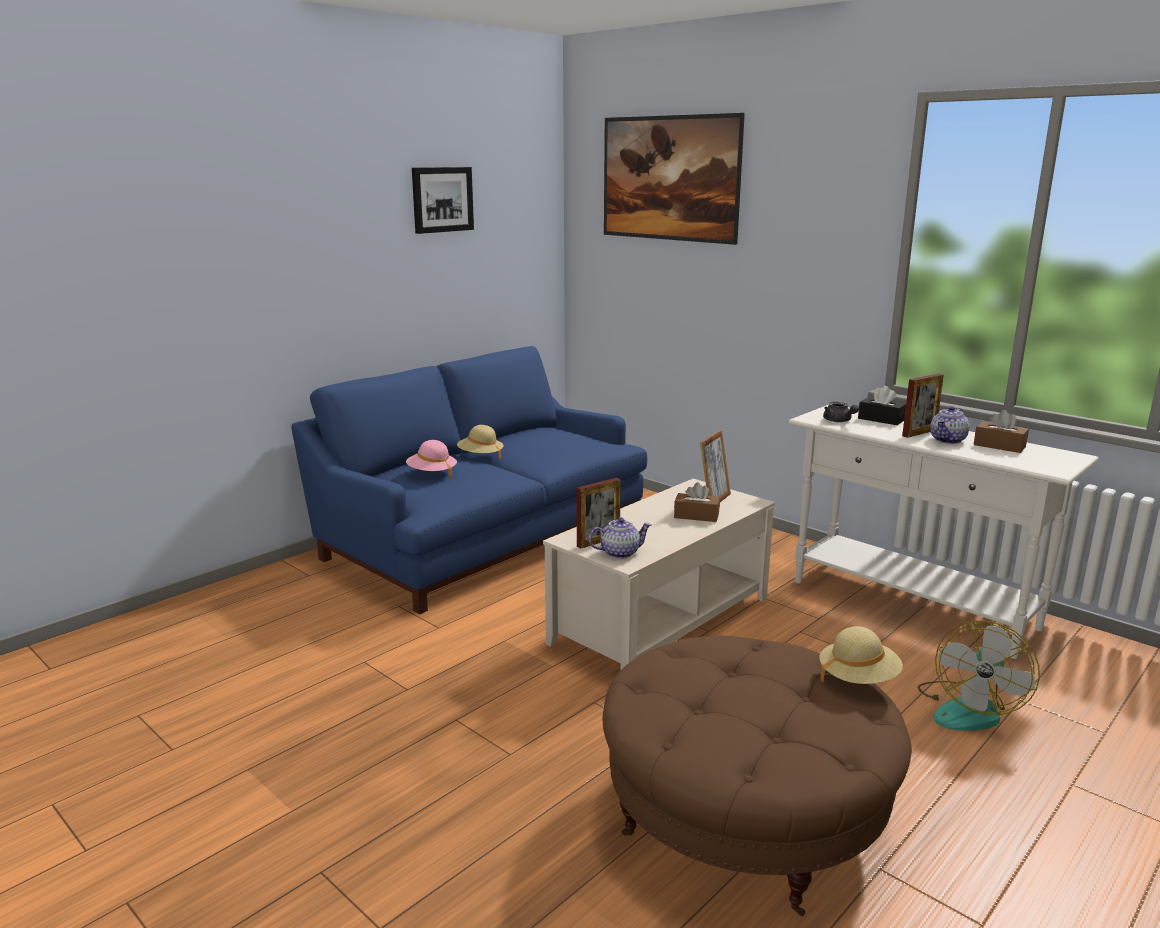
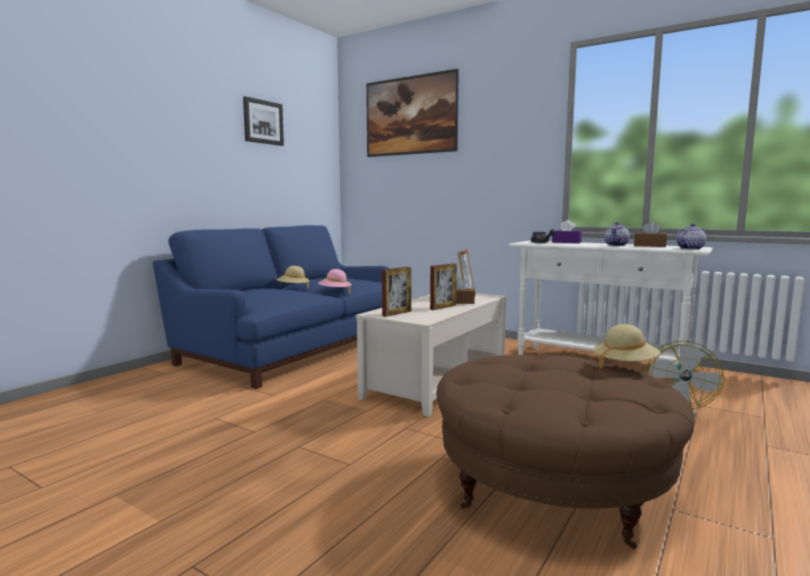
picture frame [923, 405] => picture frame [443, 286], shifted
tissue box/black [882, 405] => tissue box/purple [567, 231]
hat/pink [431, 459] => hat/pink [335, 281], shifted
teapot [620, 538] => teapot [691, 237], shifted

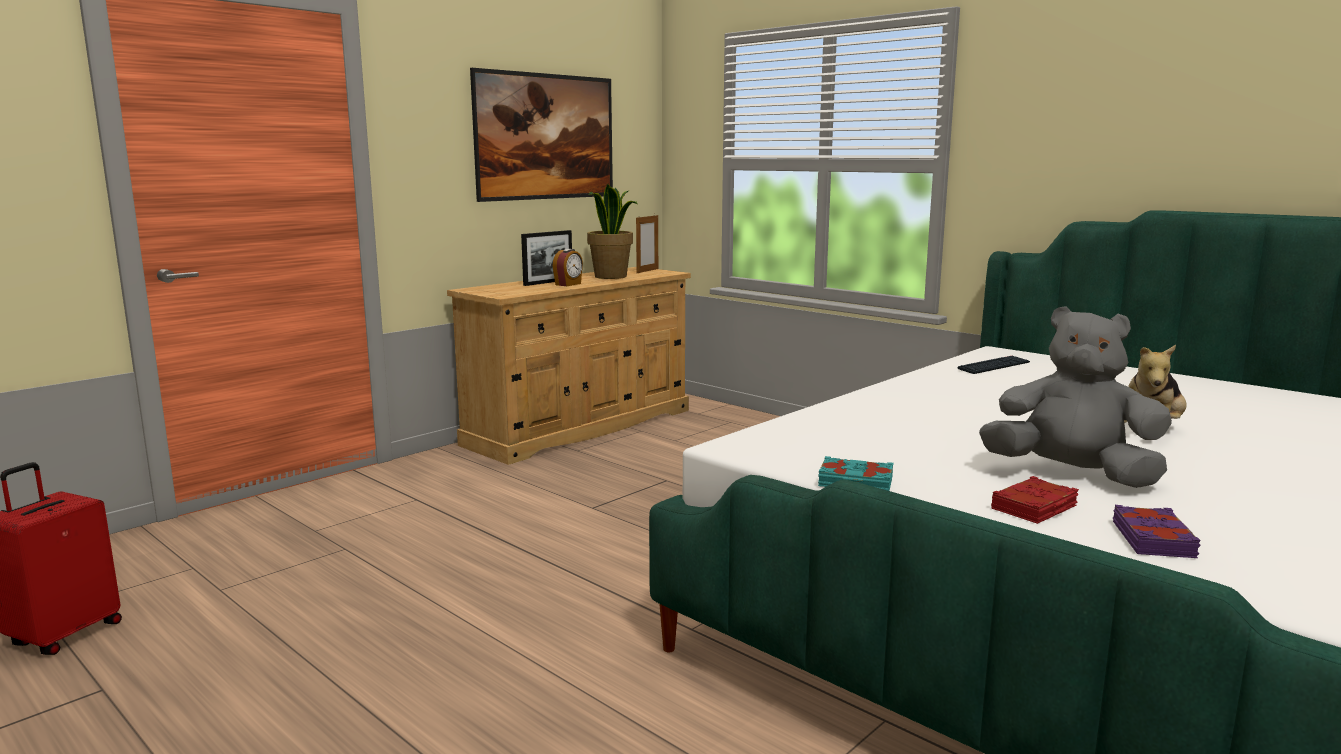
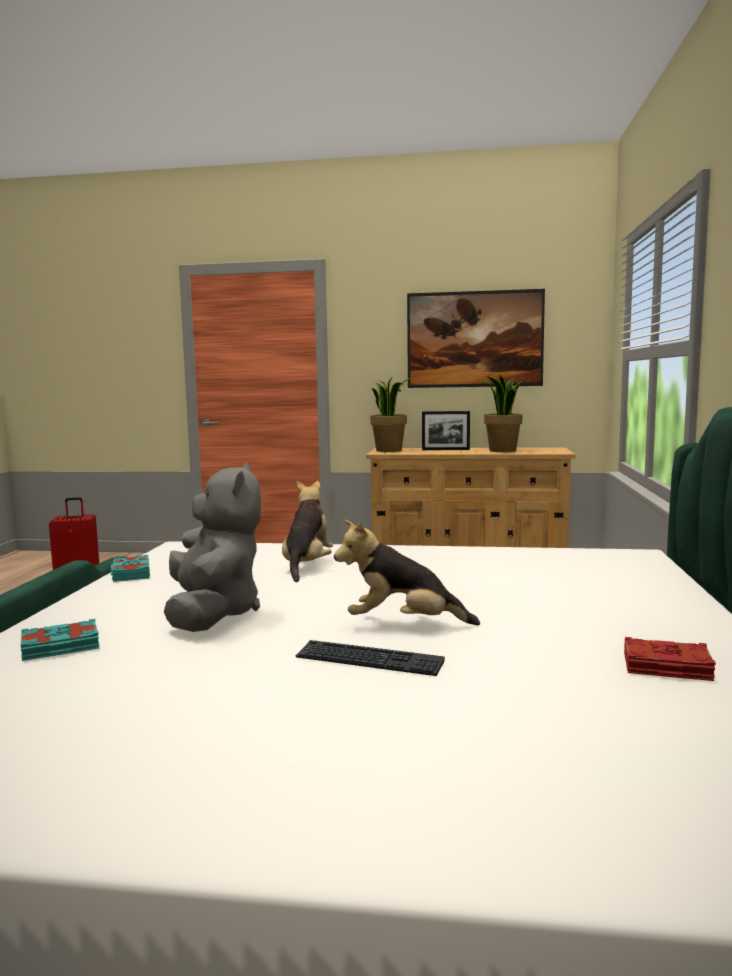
picture frame [647, 244] => nothing
alarm clock [568, 267] => nothing
keyboard [994, 365] => keyboard [370, 658], shifted
book/red [1035, 500] => book/red [670, 659], shifted
book/purple [1156, 531] => book/turquoise [59, 640]
nothing => potted plant [390, 414]
nothing => plush toy [307, 531]

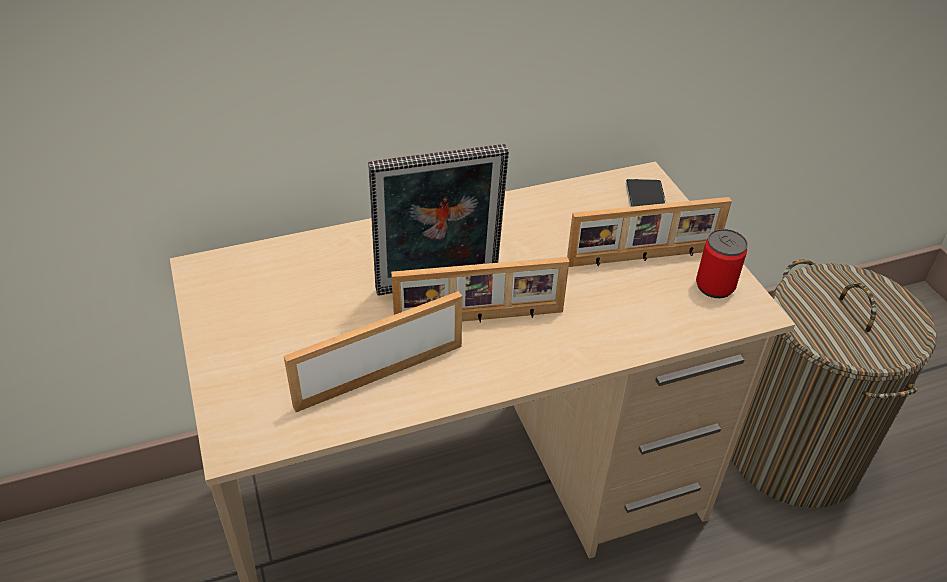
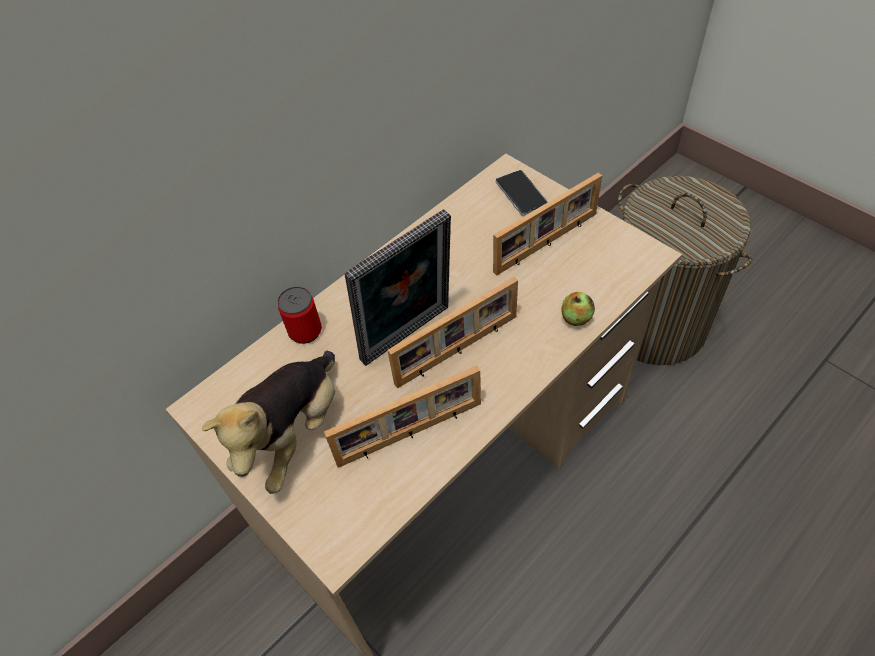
can [722, 263] => can [299, 315], shifted
picture frame [373, 351] => picture frame [402, 417], 150 degrees counterclockwise
nothing => apple [578, 309]
nothing => plush toy [268, 422]

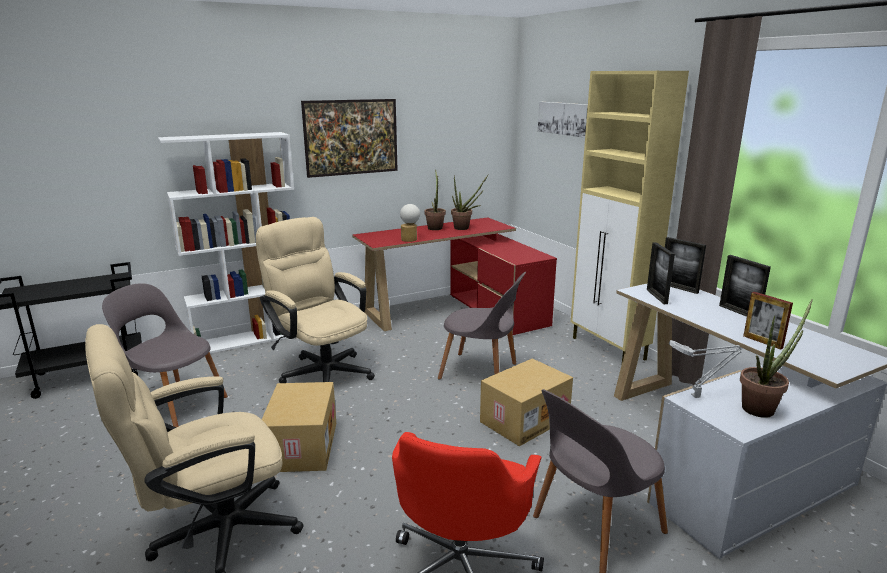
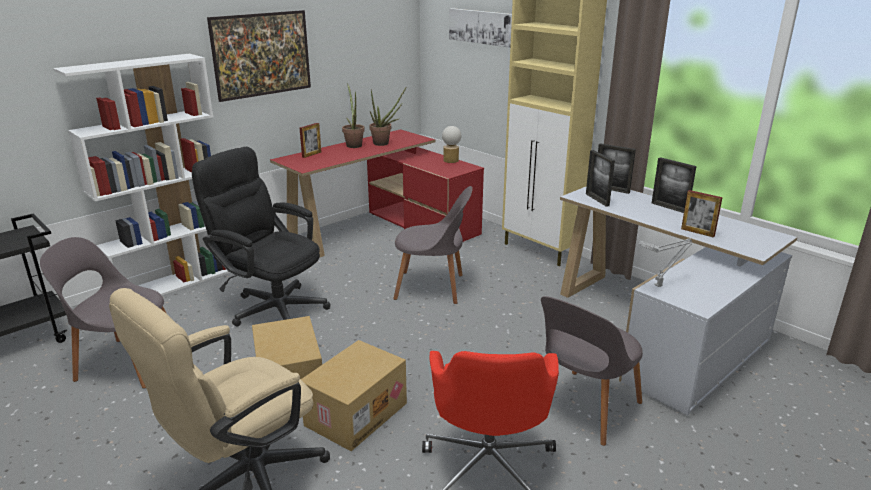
table lamp [410, 223] => table lamp [451, 144], shifted
office chair/beige [315, 300] => office chair/black [261, 237]
potted plant [776, 358] => nothing
cardboard box [526, 402] => cardboard box [354, 395], shifted
nothing => picture frame [310, 140]

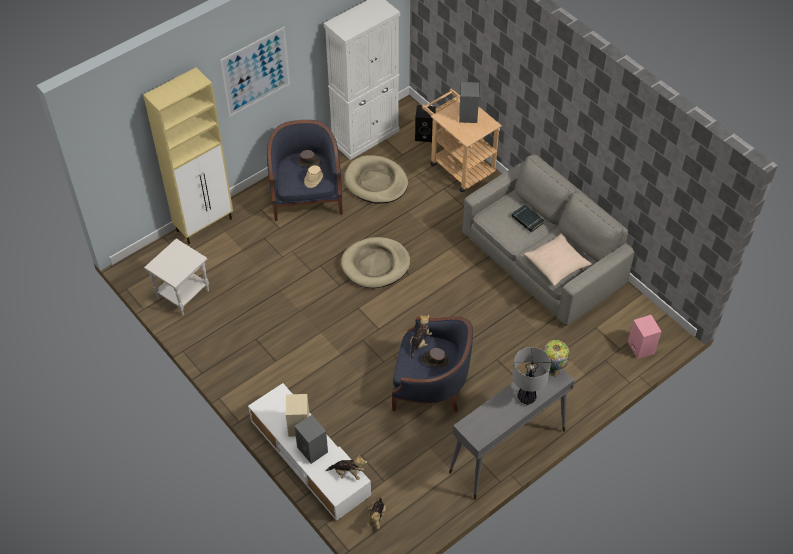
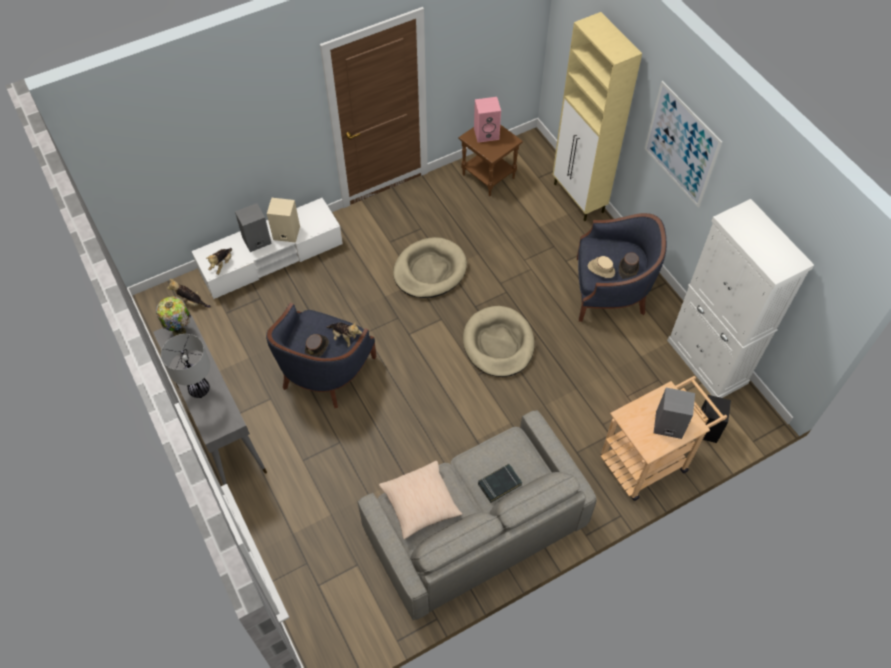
dog bed/beige [376, 179] => dog bed/beige [430, 267], shifted
side table/white [176, 277] => side table/brown [491, 160]
speaker/pink [645, 337] => speaker/pink [487, 120], shifted
table lamp [556, 358] => table lamp [173, 316], shifted

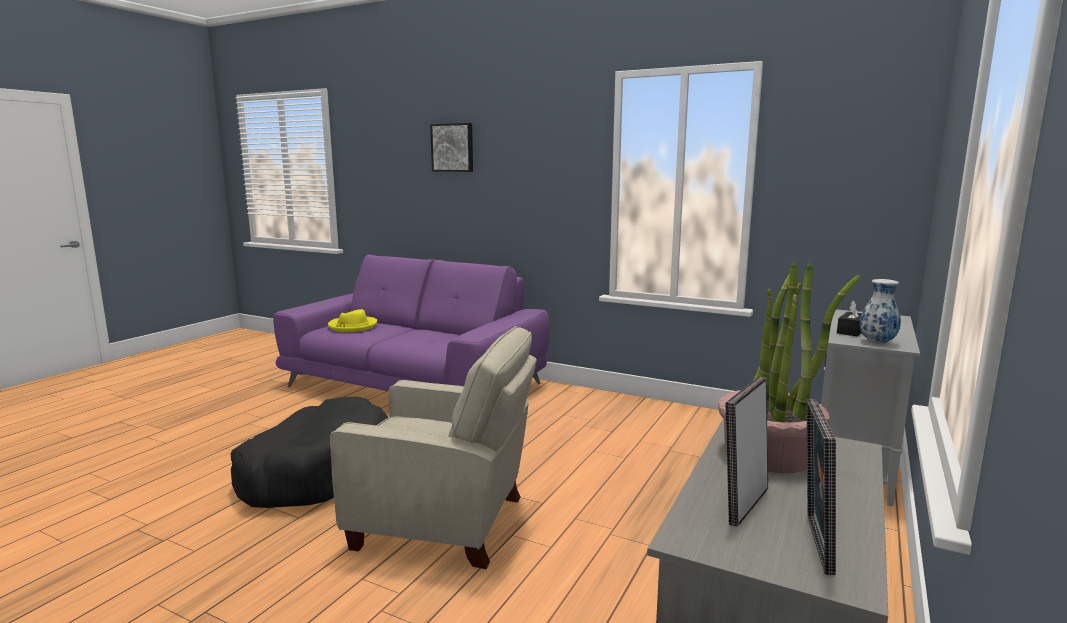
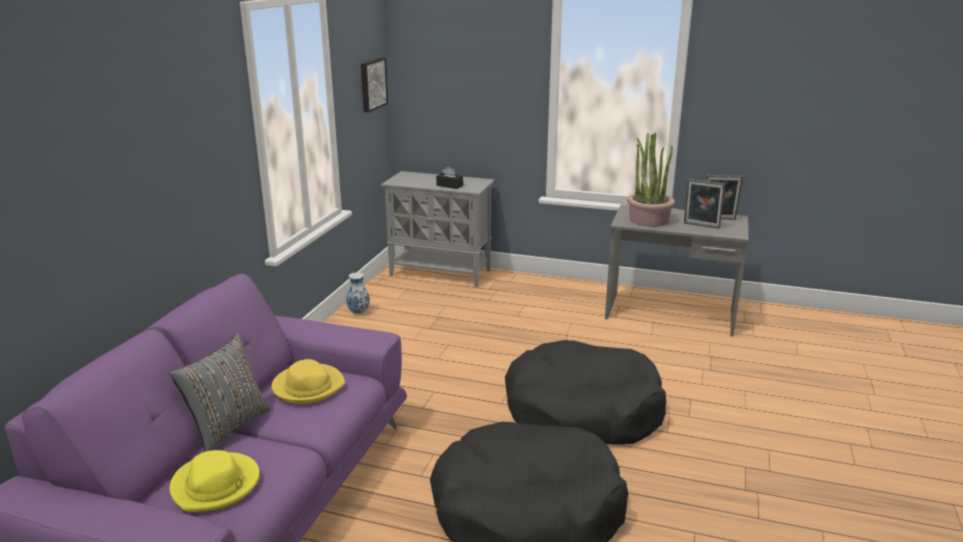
picture [451, 147] => picture [374, 85], shifted
vase [880, 311] => vase [358, 293], shifted
armchair/beige [433, 447] => dog bed/black [585, 392]
nothing => pillow/grey [220, 392]
nothing => hat/yellow [308, 381]

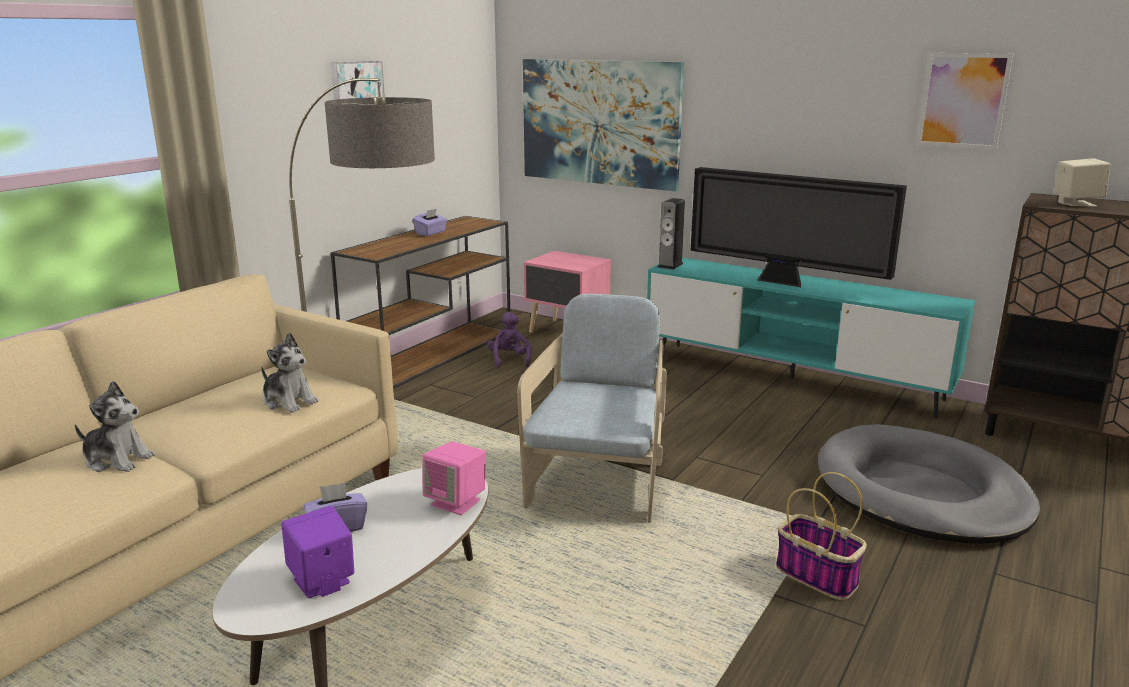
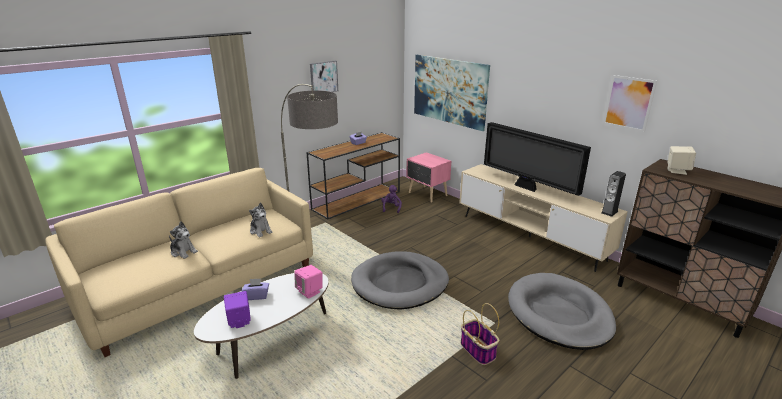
speaker [671, 234] => speaker [613, 194], shifted
tv stand/turquoise [811, 338] => tv stand/beige [543, 218]
armchair/beige [592, 408] => dog bed/grey [400, 280]

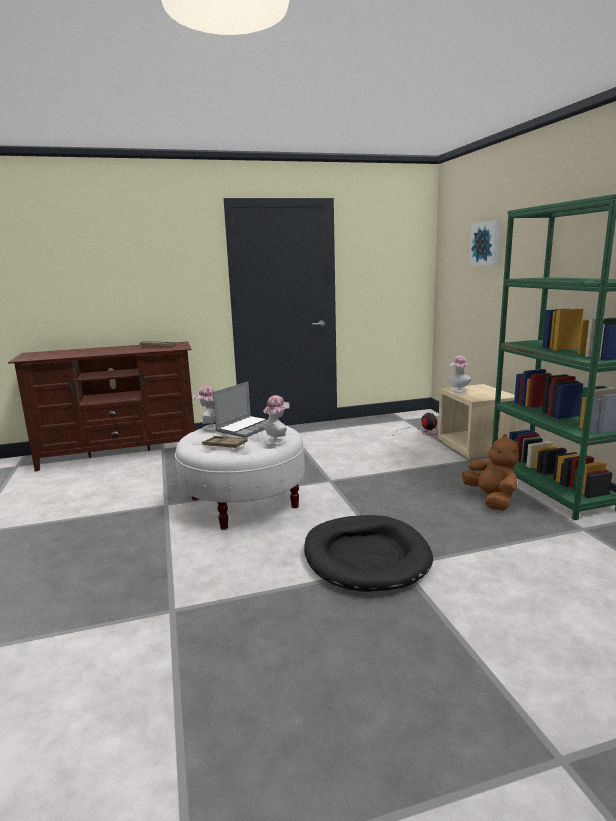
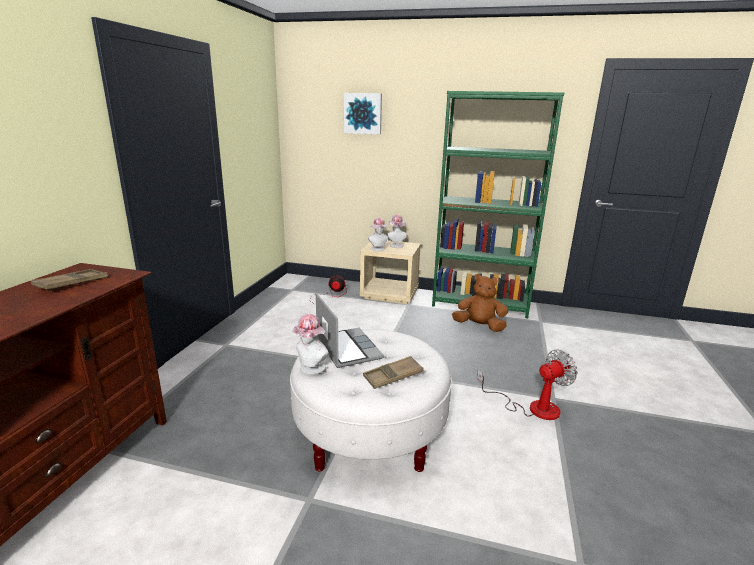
hat [276, 420] => hat [397, 231], shifted
dog bed/black [368, 553] => fan [527, 385]

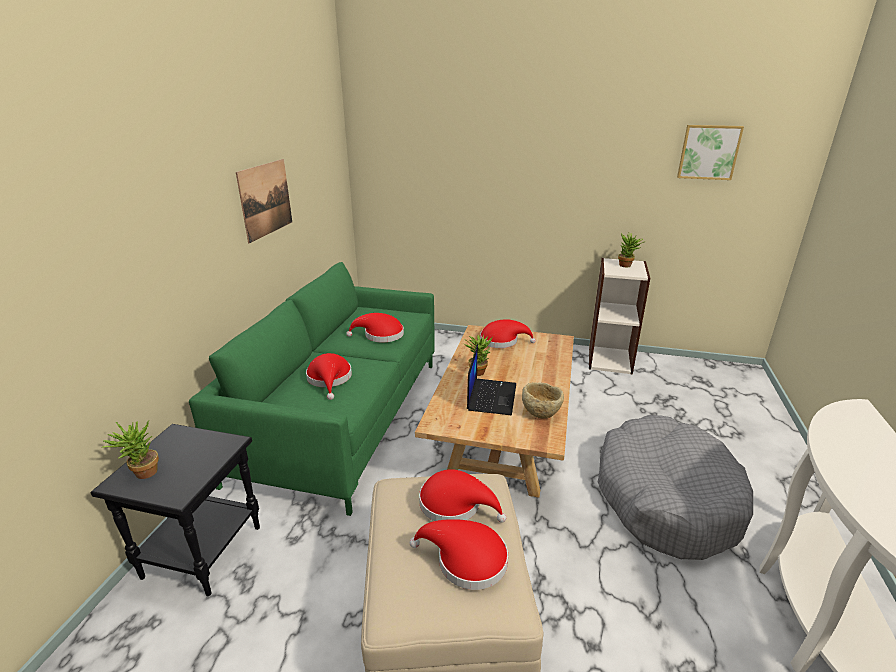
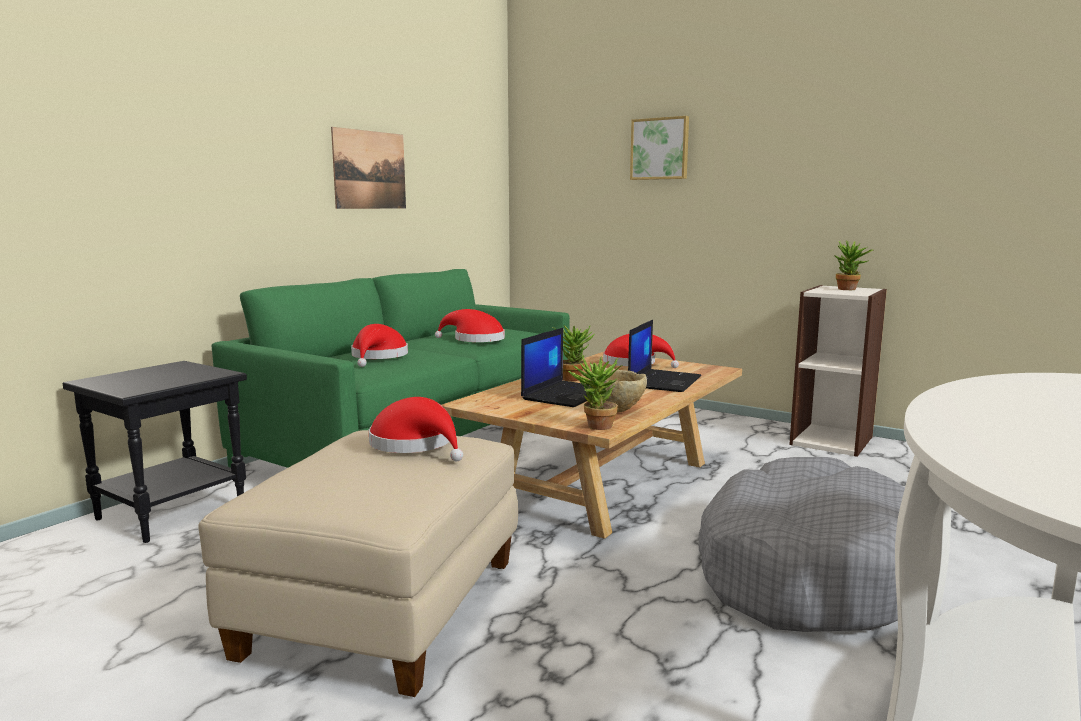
picture [710, 152] => picture [659, 148], shifted
potted plant [130, 449] => potted plant [595, 392], shifted
hat/red [459, 554] => nothing
nothing => laptop [664, 356]

